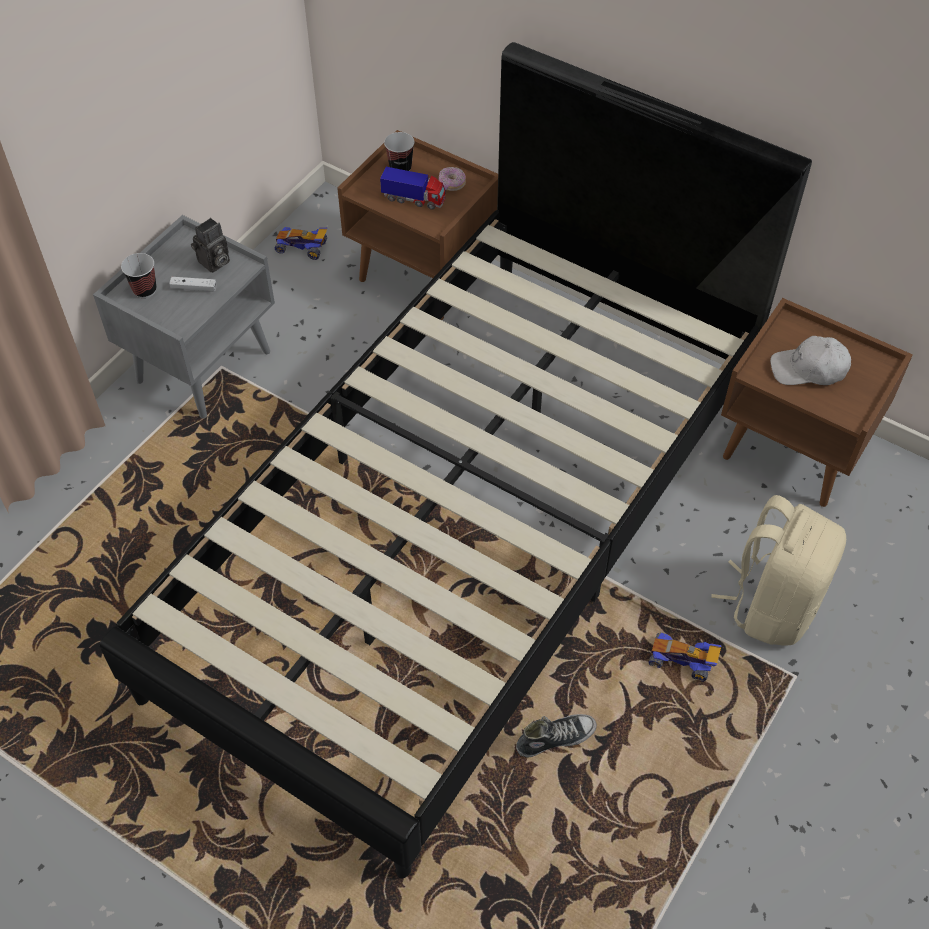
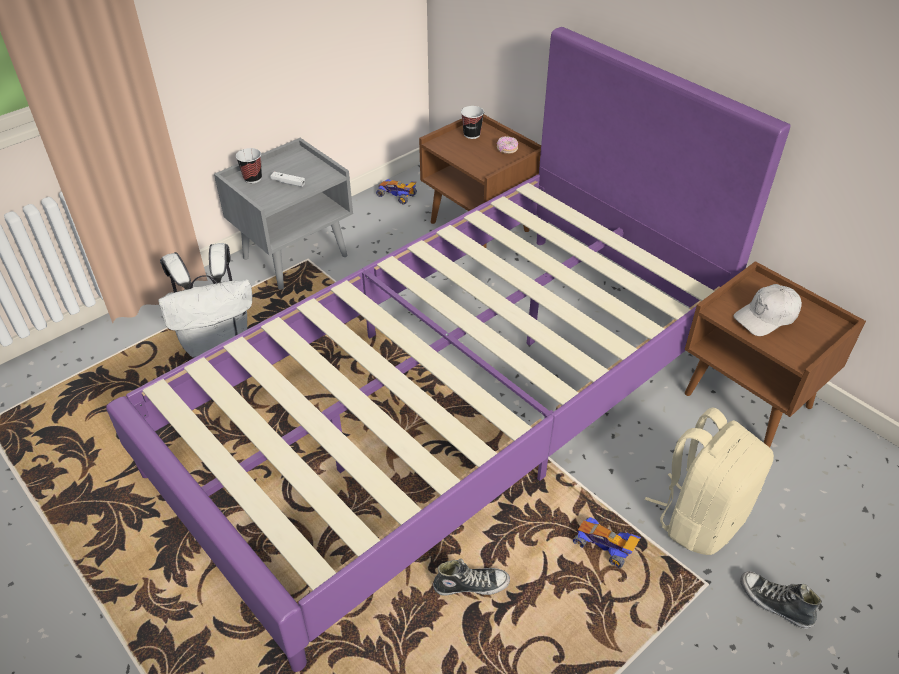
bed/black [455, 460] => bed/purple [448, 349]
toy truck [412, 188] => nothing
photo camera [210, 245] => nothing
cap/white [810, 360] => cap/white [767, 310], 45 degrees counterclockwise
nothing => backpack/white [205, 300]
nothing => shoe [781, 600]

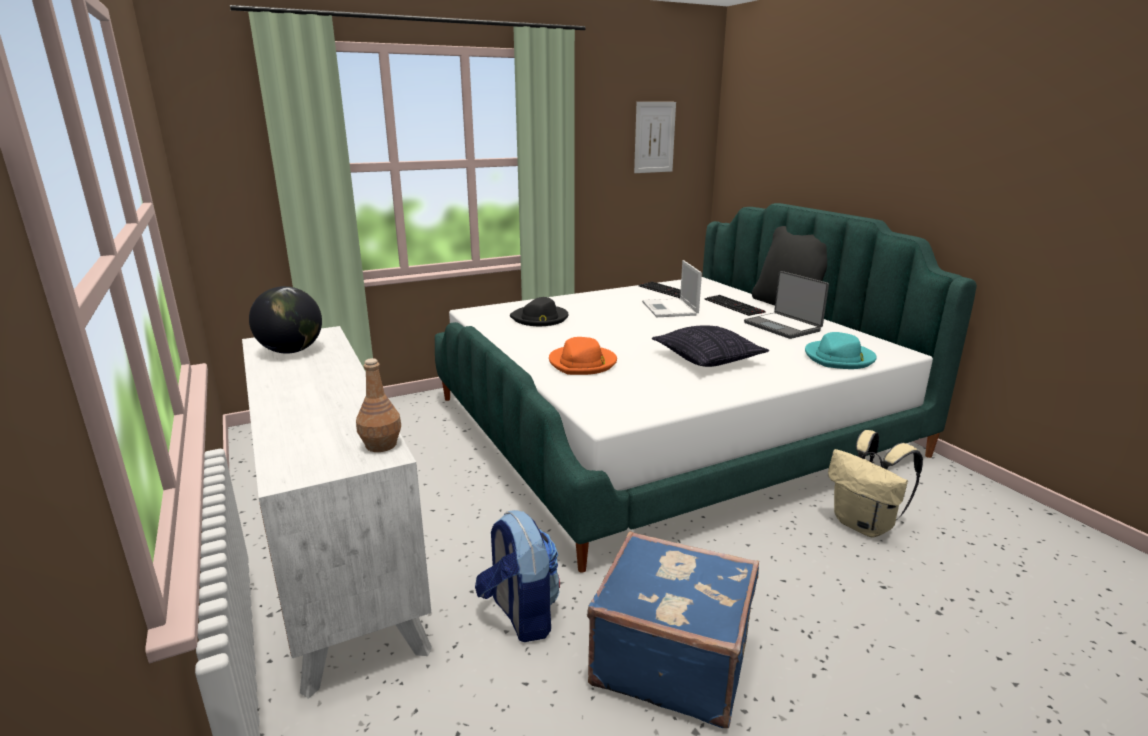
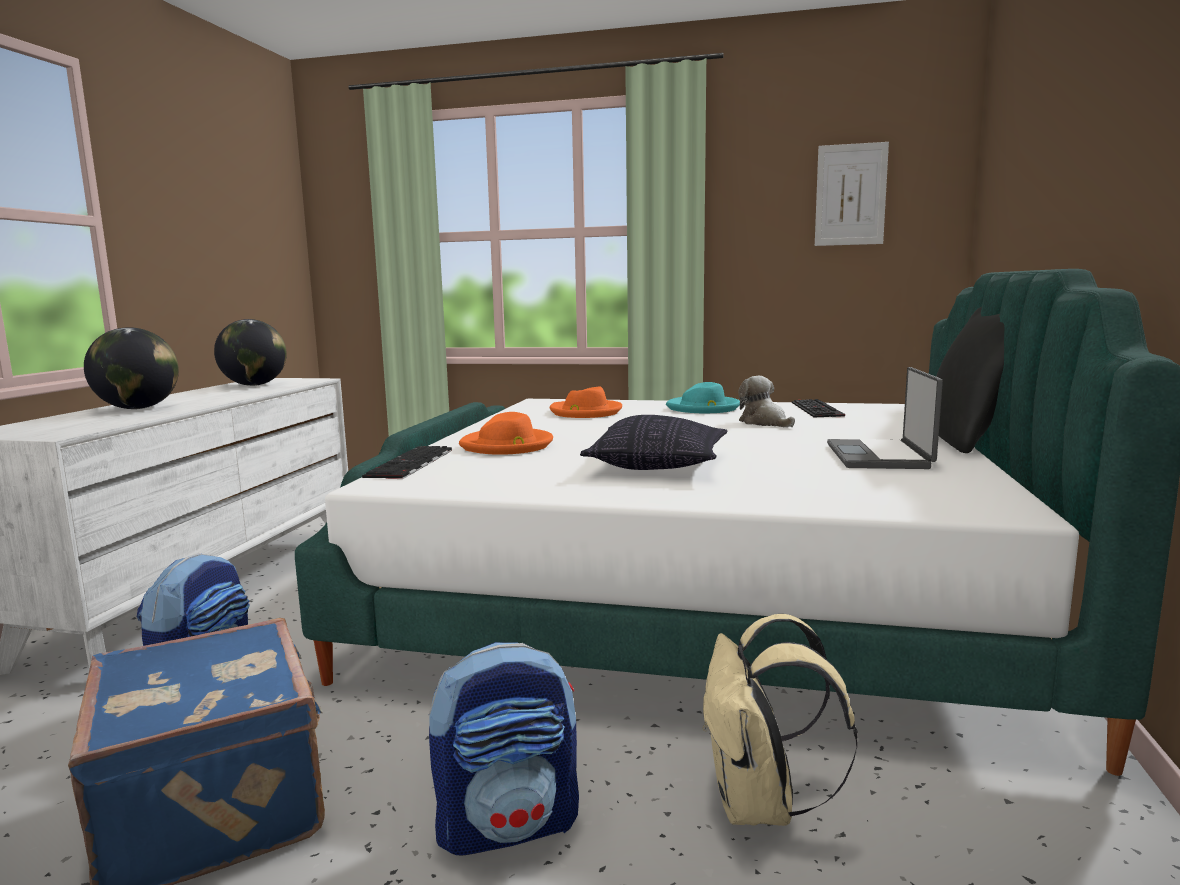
laptop [672, 288] => plush toy [766, 401]
keyboard [735, 305] => keyboard [407, 462], shifted
hat/black [539, 311] => hat/orange [586, 402]
hat/turquoise [841, 350] => hat/turquoise [703, 397], shifted
bottle/brown [378, 405] => nothing
nothing => globe [131, 368]
nothing => backpack [504, 749]

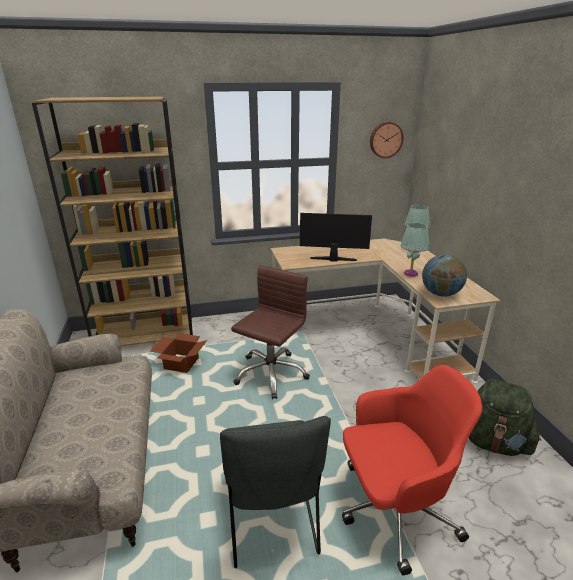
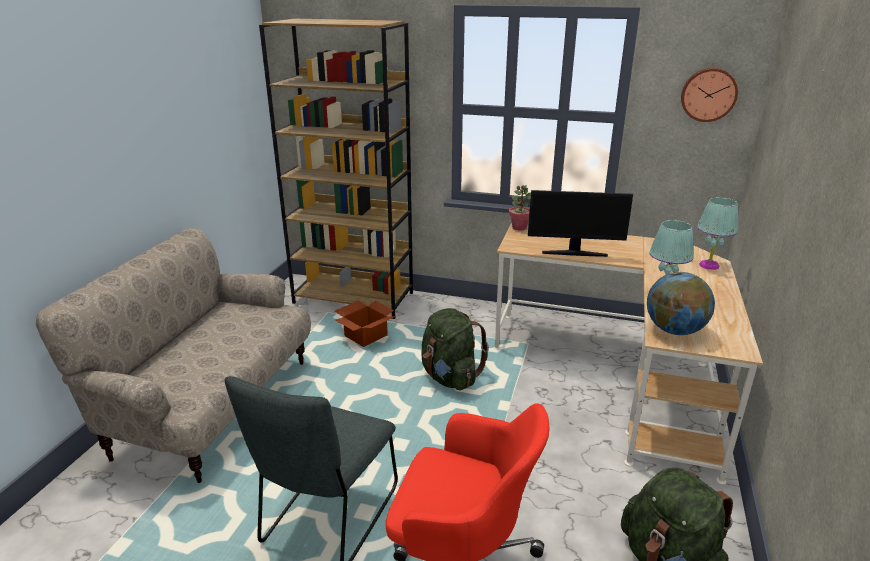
monitor [336, 237] => monitor [580, 223], 150 degrees clockwise
office chair/brown [270, 332] => backpack/green [455, 349]
nothing => potted plant [520, 207]

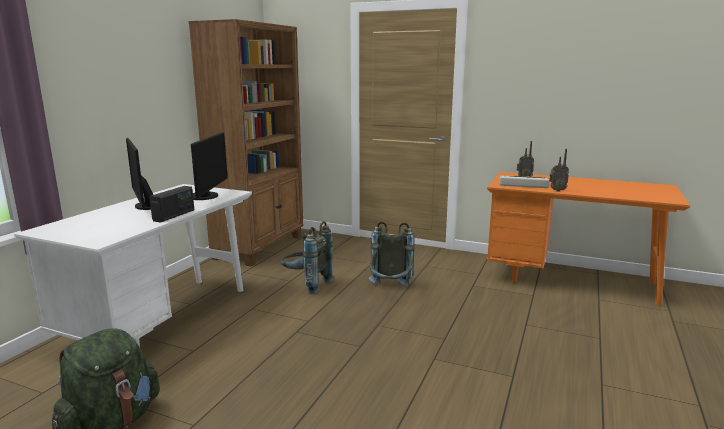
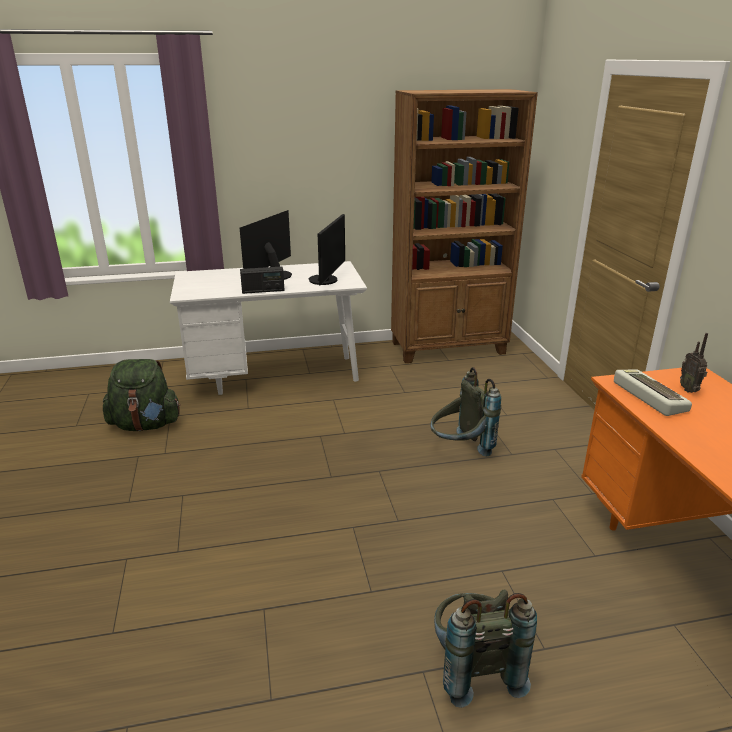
monitor [209, 166] => monitor [327, 250], 45 degrees counterclockwise
radio [559, 170] => nothing
backpack/grey [307, 257] => backpack/grey [485, 649], shifted

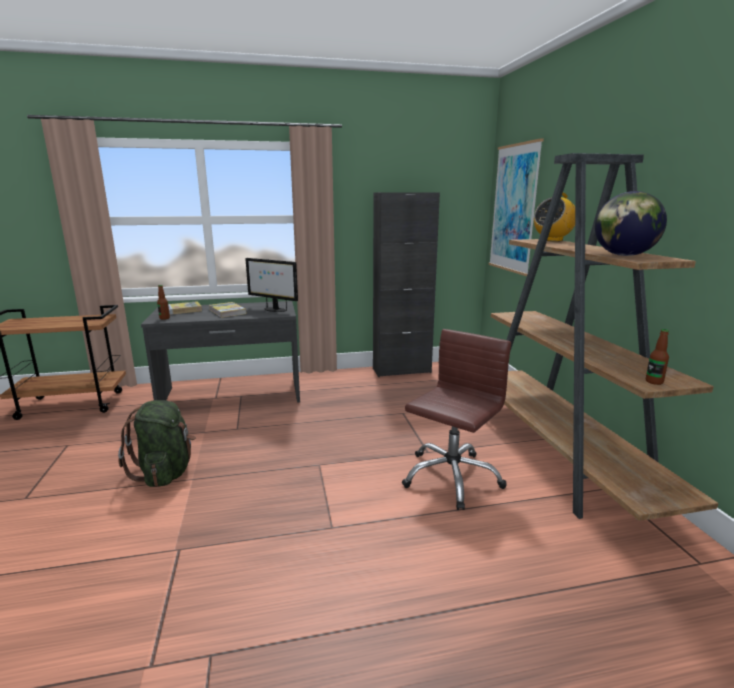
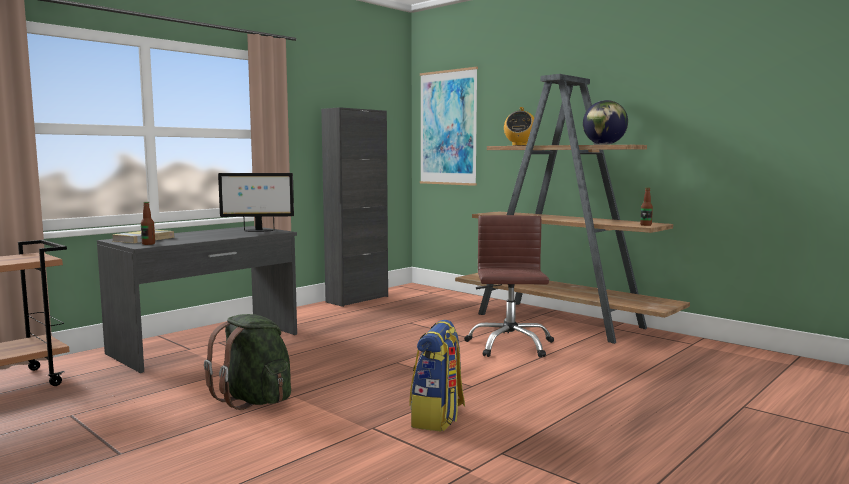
book [228, 310] => nothing
nothing => backpack [437, 375]

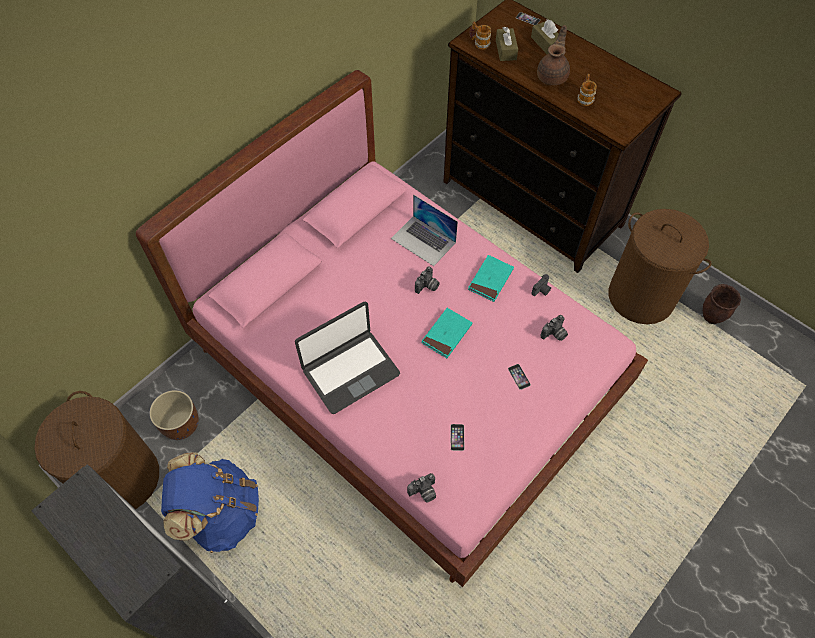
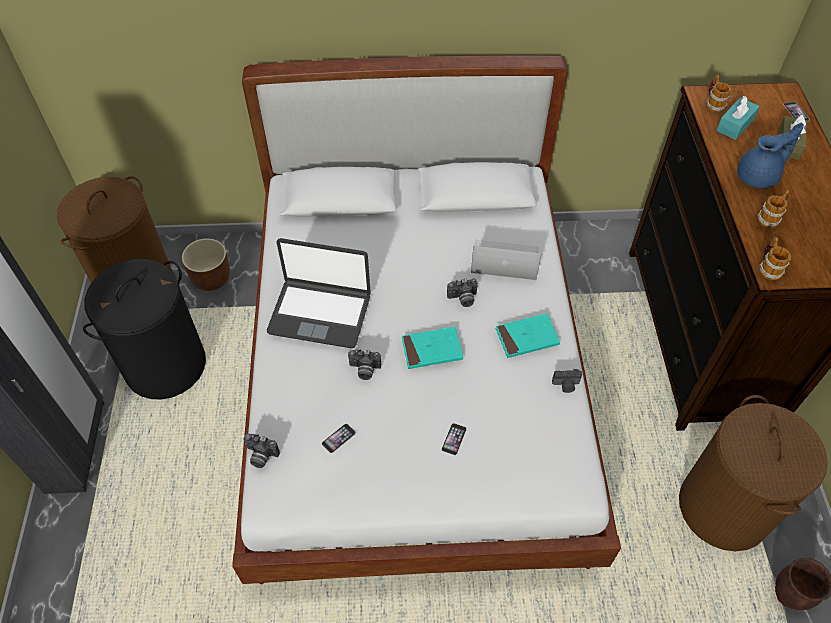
teapot/brown [553, 55] => teapot/blue [770, 155]
tissue box/brown [507, 44] => tissue box/turquoise [738, 118]
bed/pink [392, 328] => bed/white [426, 319]
laptop [424, 230] => laptop [506, 260], 105 degrees clockwise
photo camera [554, 328] => photo camera [364, 365], shifted
backpack/blue [210, 502] => laundry basket/black [144, 329]
nothing => mug [775, 258]

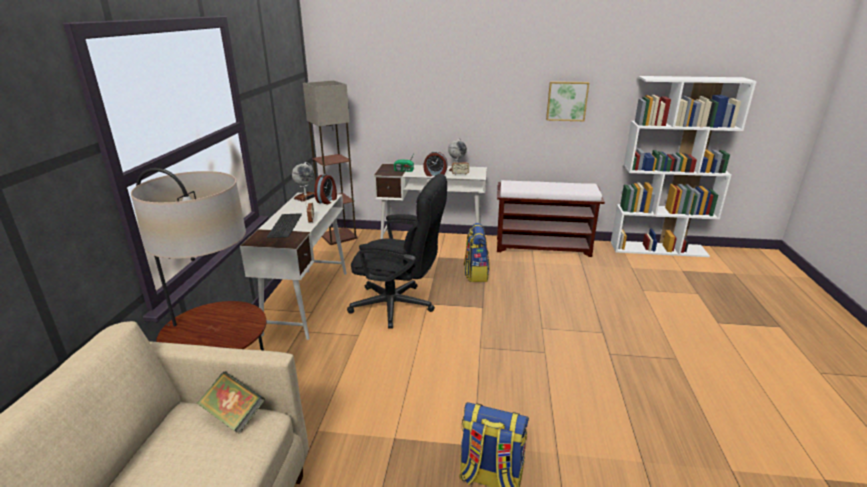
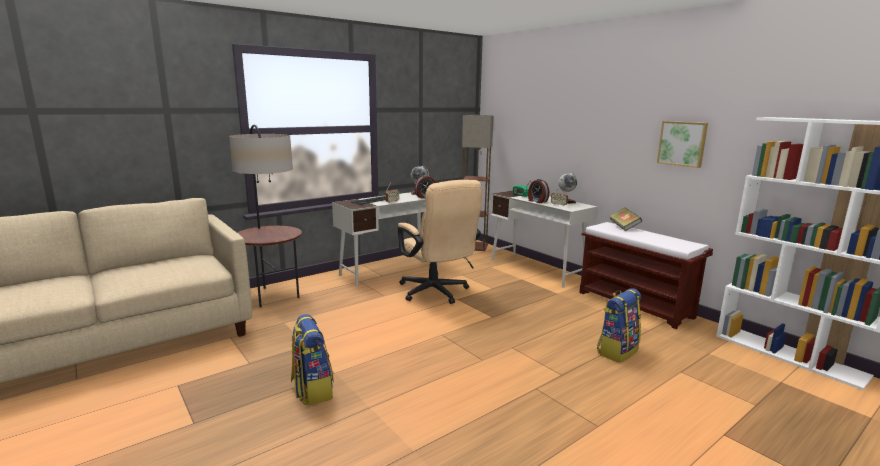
office chair/black [397, 251] => office chair/beige [440, 242]
backpack [477, 252] => backpack [619, 325], shifted
book [231, 403] => book [625, 219], shifted

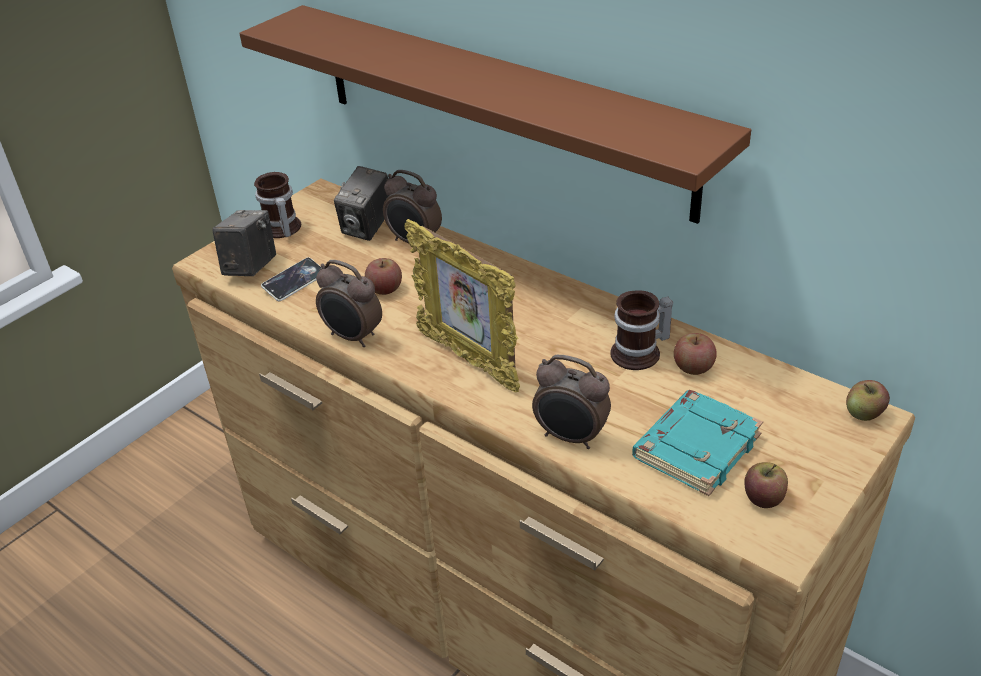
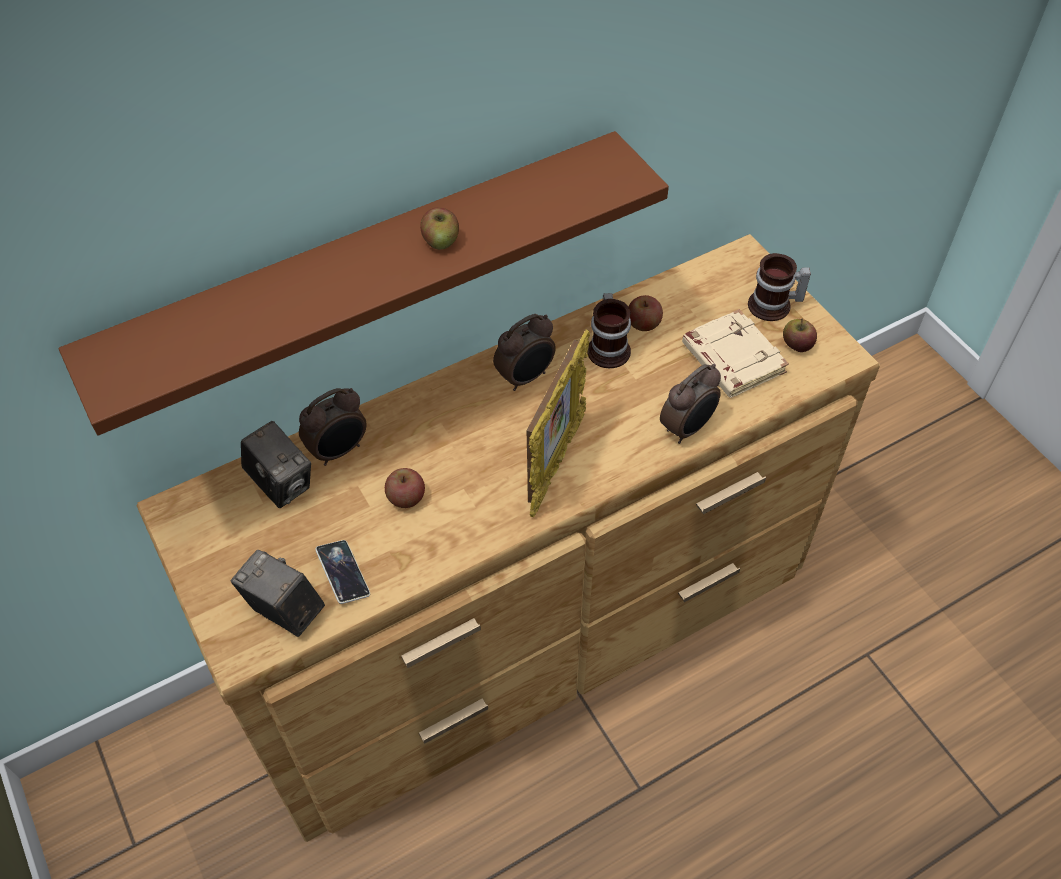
mug [277, 205] => mug [779, 287], shifted
picture frame [462, 306] => picture frame [558, 423], 45 degrees counterclockwise
alarm clock [349, 303] => alarm clock [524, 352], shifted
apple [868, 400] => apple [439, 229], shifted
book/turquoise [697, 443] => book/beige [735, 353]

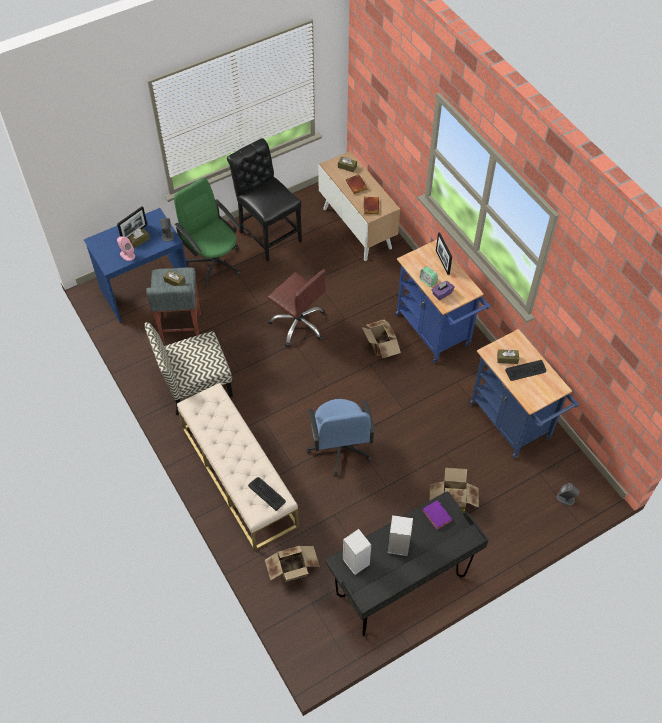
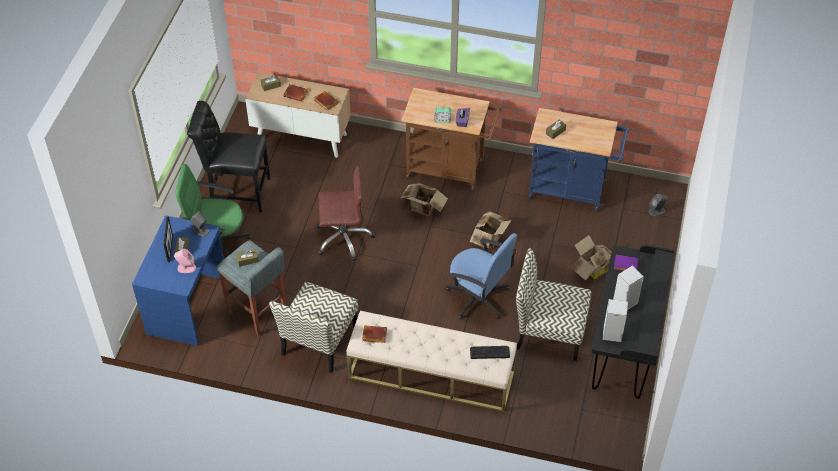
picture frame [444, 253] => nothing
cart/blue [442, 301] => cart/brown [451, 139]
keyboard [525, 370] => nothing
cardboard box [292, 564] => cardboard box [490, 230], shifted
nothing => chair [553, 305]
nothing => book/brown [374, 334]

